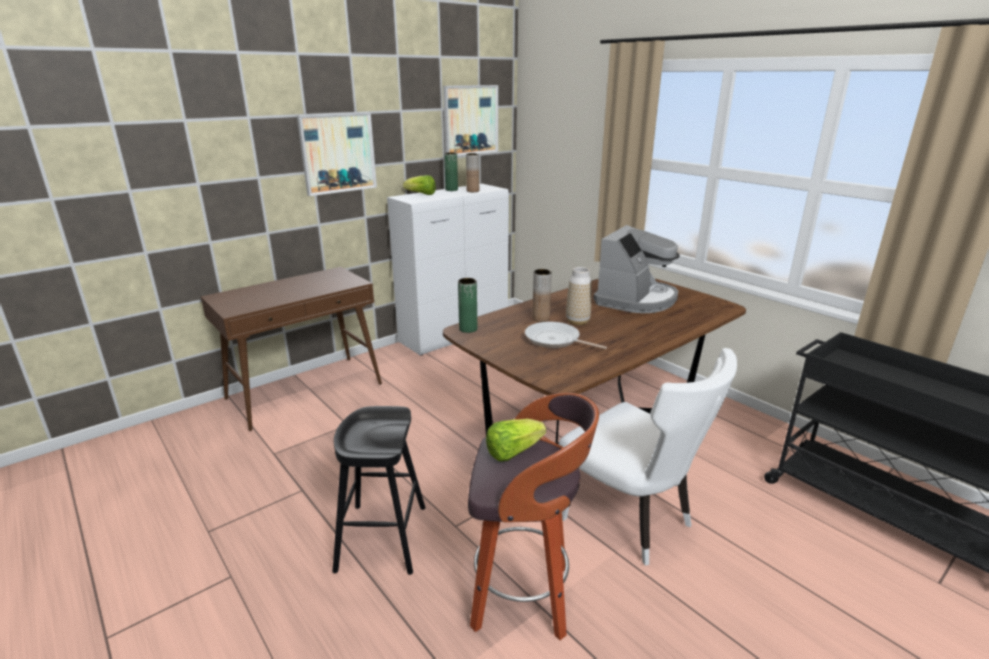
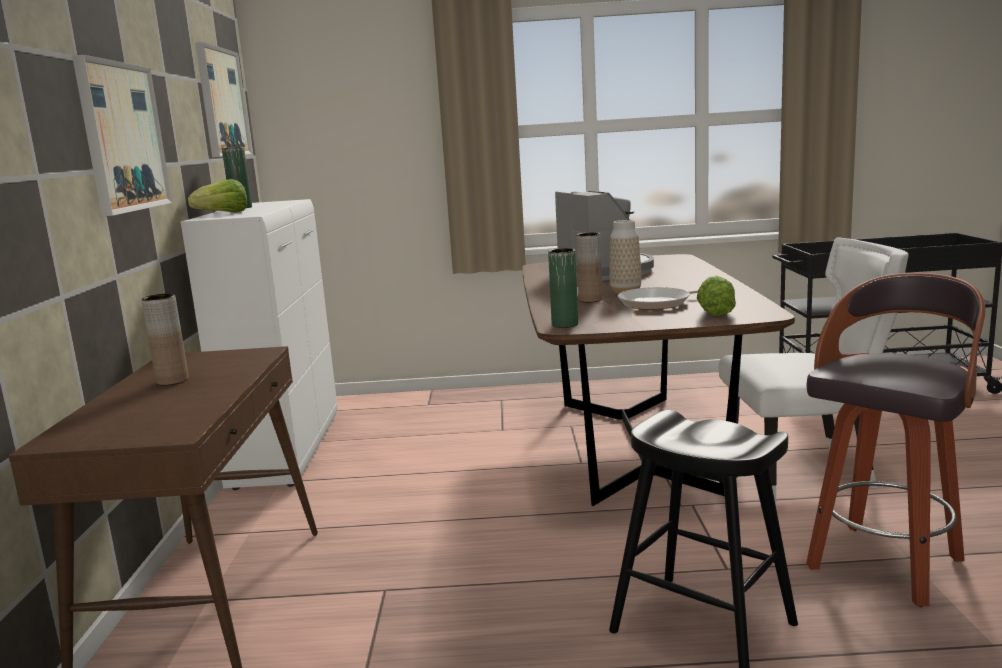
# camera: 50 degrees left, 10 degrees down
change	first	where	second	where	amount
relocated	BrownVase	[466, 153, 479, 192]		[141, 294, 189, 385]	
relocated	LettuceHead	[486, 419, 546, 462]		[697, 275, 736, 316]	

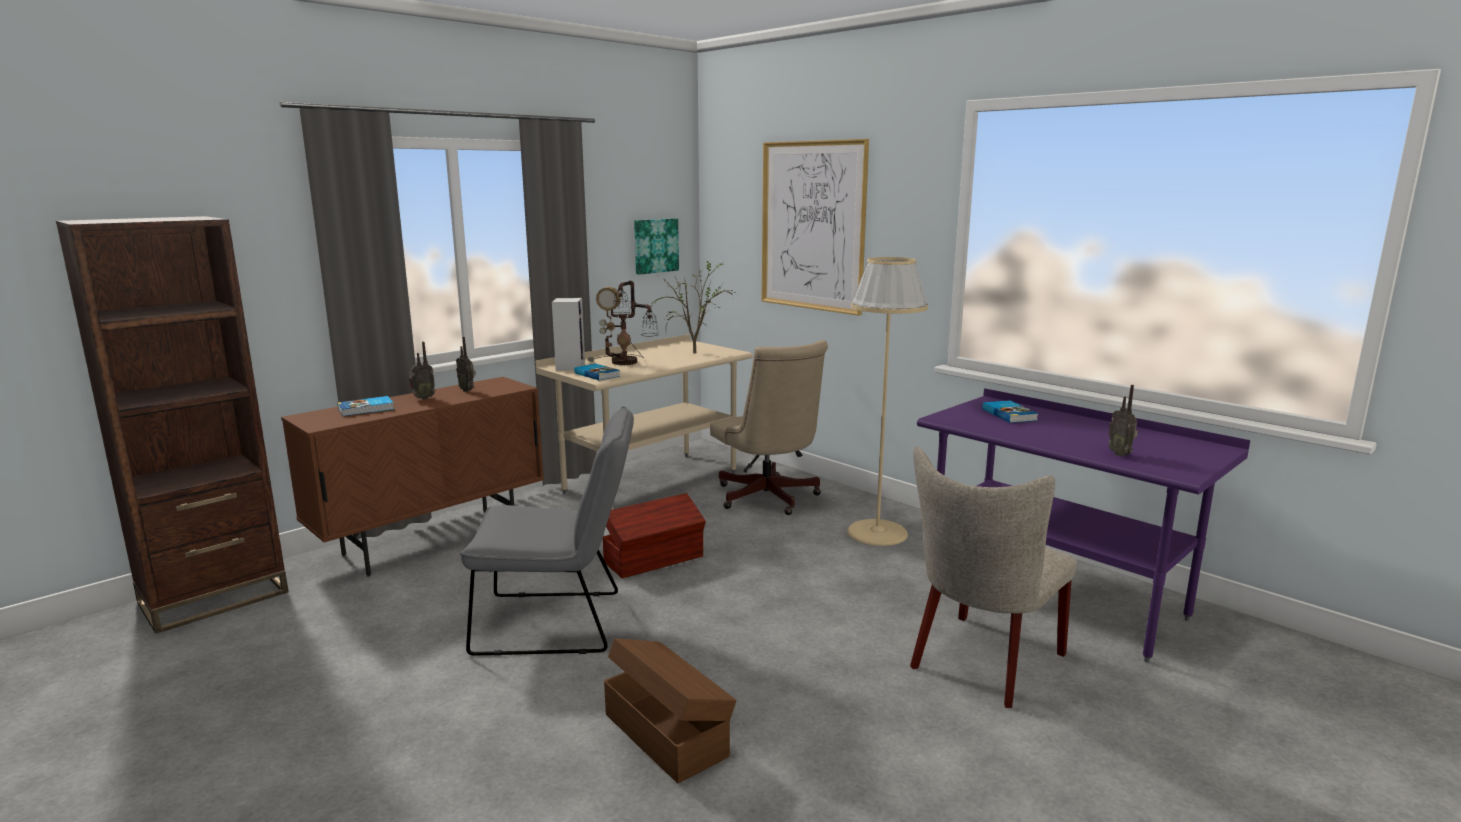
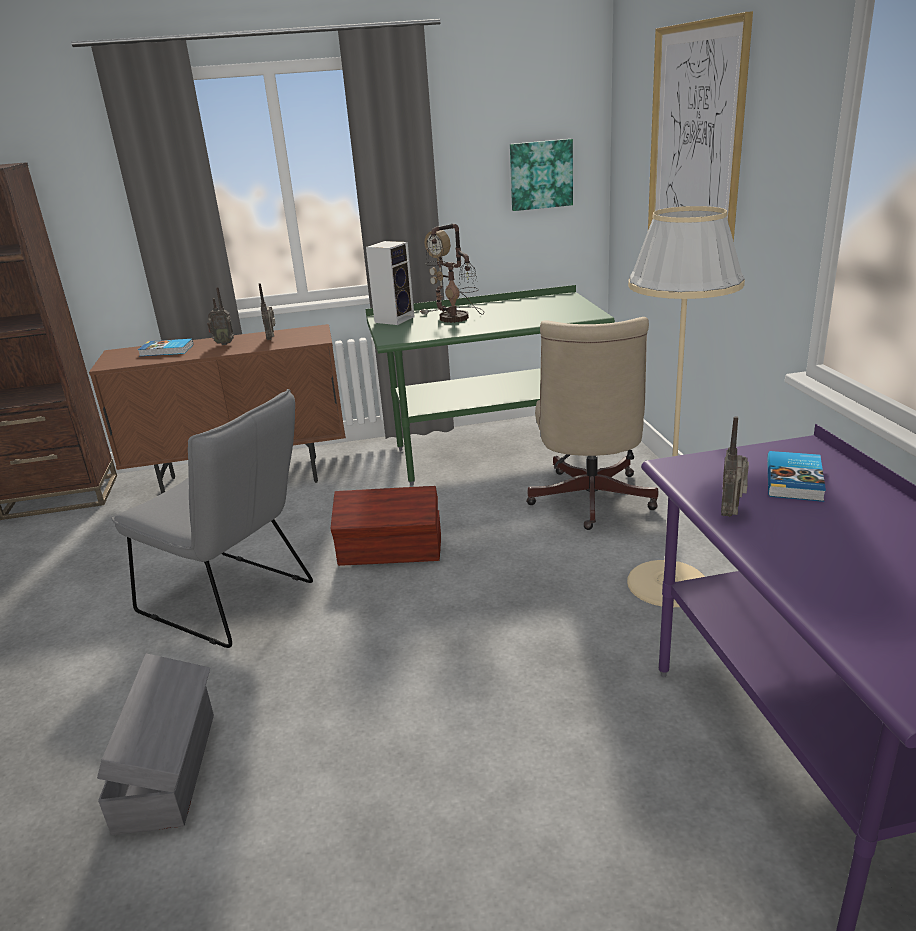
# camera: 35 degrees right, 10 degrees up
change	first	where	second	where	amount
colour	BeigeColouredDeskUnit	[535, 334, 753, 510]	GreenColouredDeskUnit	[366, 285, 615, 486]	
missing	Volume	[574, 364, 620, 381]			
colour	BrownStorageBox	[604, 638, 736, 783]	GreyStorageBox	[97, 654, 214, 835]	
missing	PottedPlant	[650, 258, 737, 353]			
missing	BeigeColouredPlainChair	[910, 446, 1077, 708]			
relocated	RadioSet	[1109, 385, 1138, 456]		[721, 416, 749, 517]	

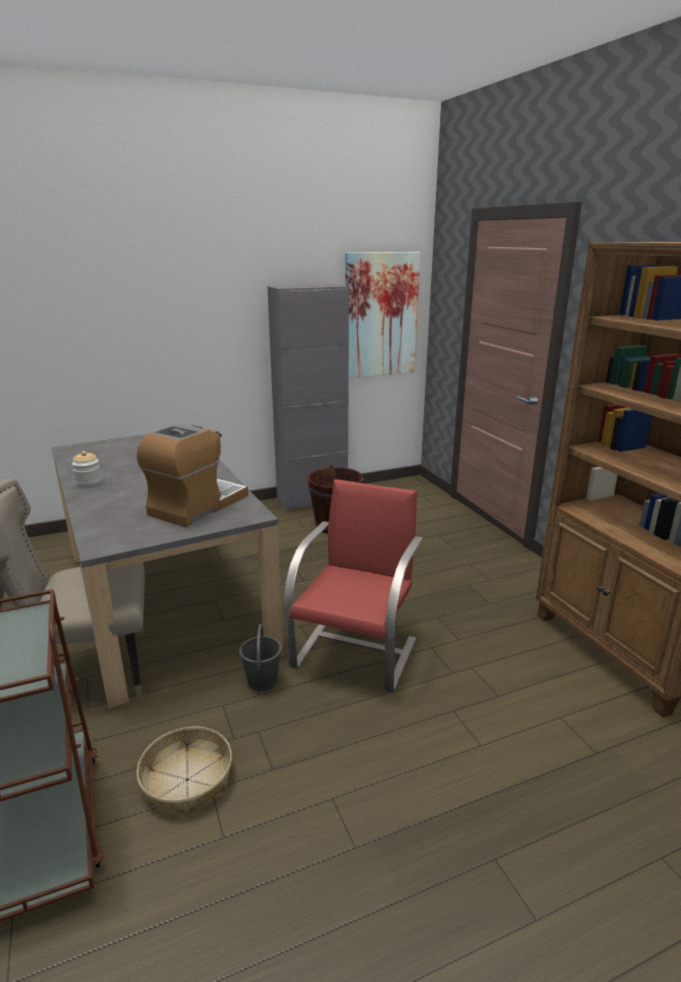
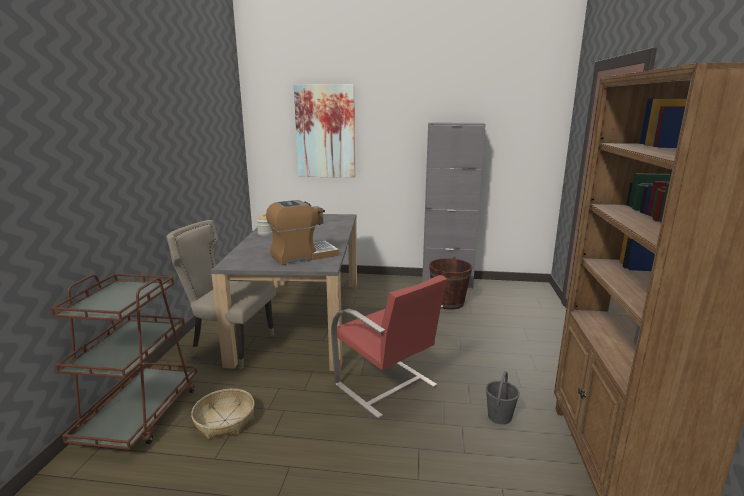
# camera: 30 degrees right, 5 degrees down
change	first	where	second	where	amount
relocated	GreyPail	[239, 624, 282, 691]		[486, 371, 520, 425]	
spun	ReddishPlainChair	[284, 479, 423, 693]		[331, 275, 447, 419]	90 degrees clockwise
relocated	Picture	[345, 252, 420, 378]		[294, 84, 355, 178]	

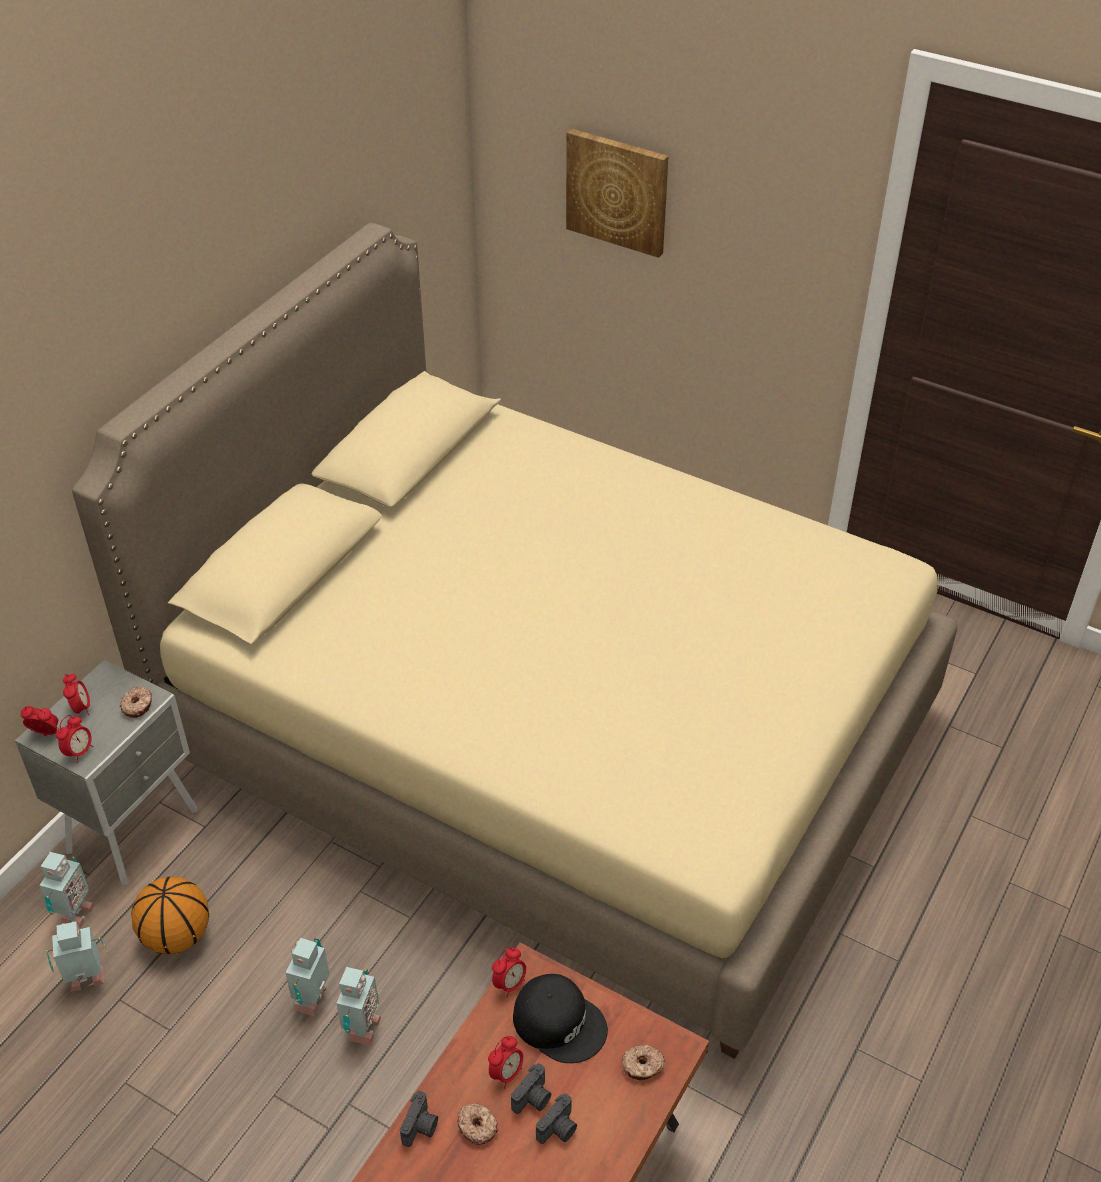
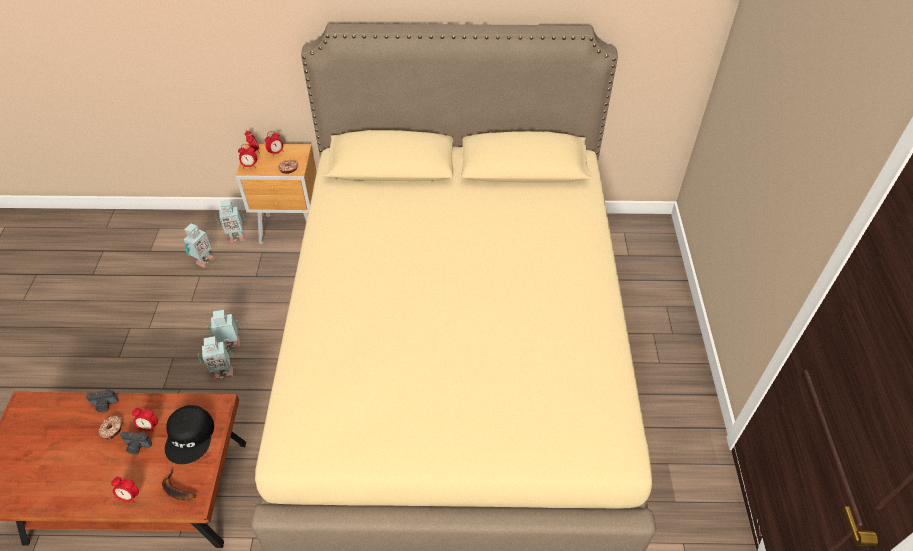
# camera: 60 degrees right, 5 degrees up
change	first	where	second	where	amount
colour	GreyNightstand	[15, 660, 198, 886]	BrownNightstand	[236, 144, 317, 244]	
spun	ModelRobot	[45, 921, 108, 992]		[184, 223, 215, 268]	75 degrees clockwise
missing	BallForBasketball	[131, 876, 209, 954]			
relocated	TableClock	[492, 948, 526, 998]		[111, 477, 139, 503]	
missing	PhotoCamera	[536, 1093, 577, 1144]			
missing	Picture	[566, 129, 669, 258]			
exchanged	RingDoughnut	[622, 1045, 665, 1081]	Banana	[162, 470, 196, 501]	

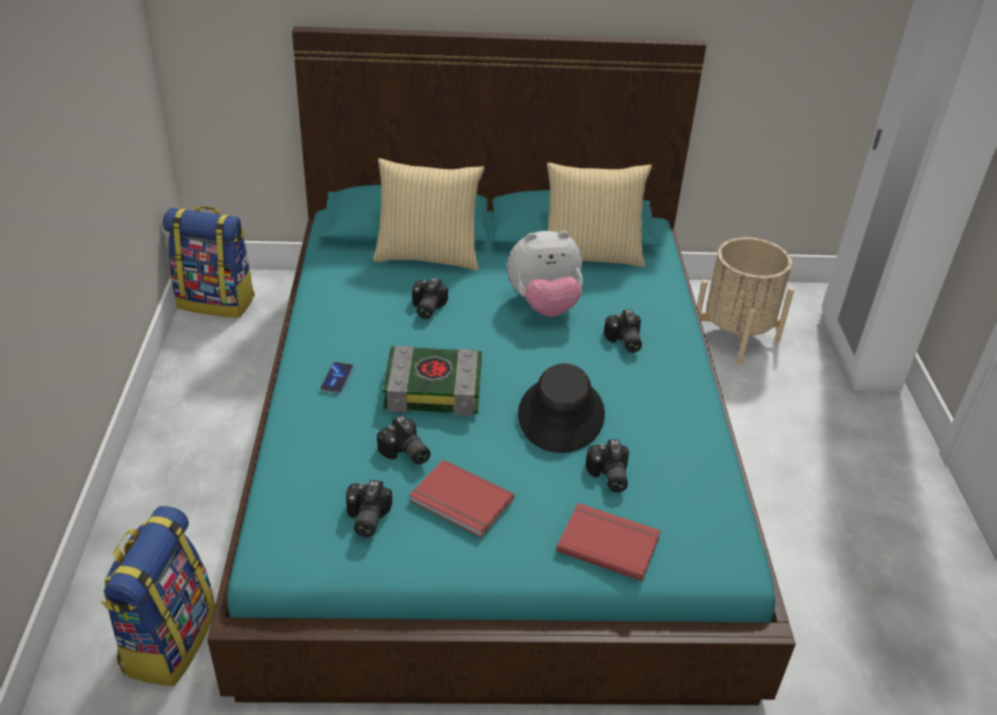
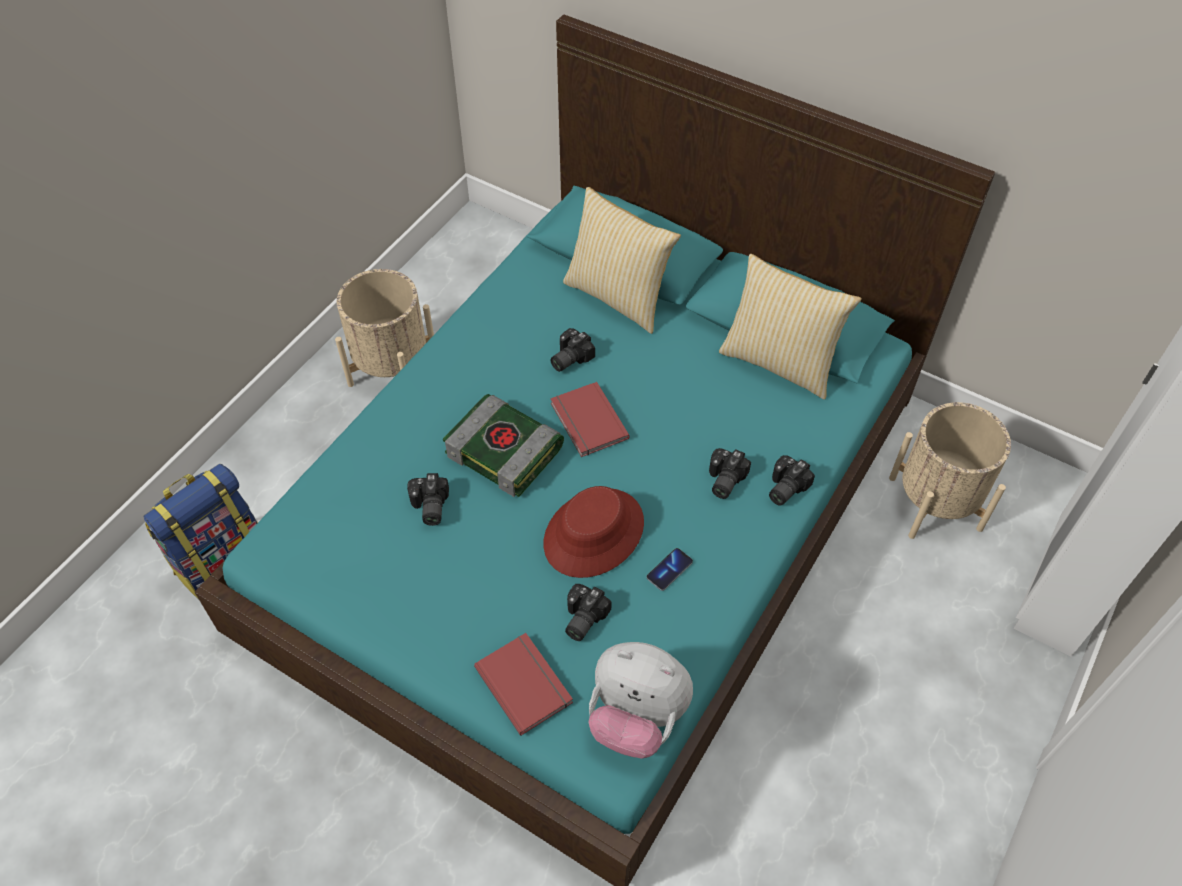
# camera: 35 degrees right, 15 degrees up
change	first	where	second	where	amount
missing	Backpack	[163, 206, 255, 317]			
relocated	Phone	[320, 362, 353, 394]		[647, 548, 693, 591]	
relocated	PhotoCamera	[346, 480, 392, 537]		[769, 455, 815, 506]	
relocated	ReddishVolume	[409, 460, 514, 538]		[550, 382, 630, 457]	
relocated	PlushToy	[507, 231, 583, 317]		[589, 642, 693, 759]	
colour	BlackColouredWearableHat	[518, 363, 605, 453]	ReddishWearableHat	[543, 486, 644, 578]	
appeared			BeigeColouredFlowerPot	[335, 269, 434, 387]	

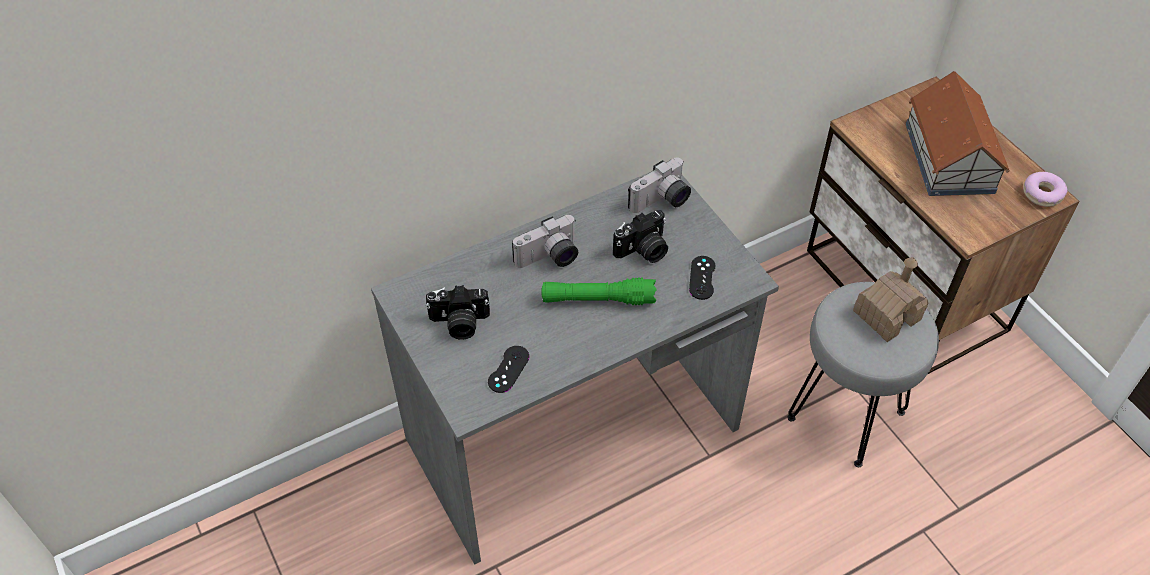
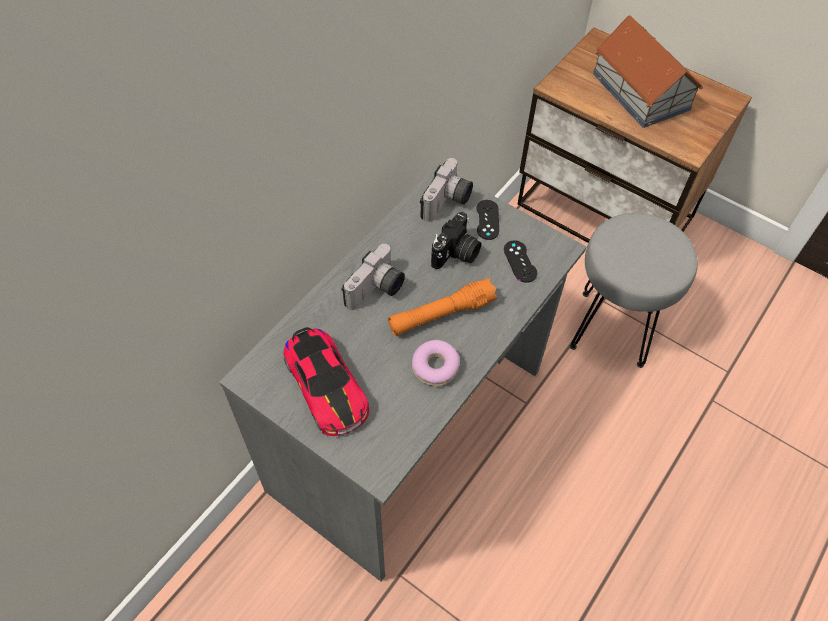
# camera: 25 degrees left, 5 degrees up
change	first	where	second	where	amount
exchanged	PhotoCamera	[426, 285, 490, 339]	ModelCar	[284, 327, 369, 436]	
relocated	BlackColouredGamepad	[488, 346, 529, 393]		[476, 200, 499, 240]	
colour	GreenColouredHandTorch	[541, 278, 656, 305]	OrangeyHandTorch	[388, 278, 498, 336]	
missing	MiniatureHouse	[853, 257, 928, 342]			
relocated	RingDoughnut	[1023, 172, 1068, 207]		[412, 340, 460, 386]	

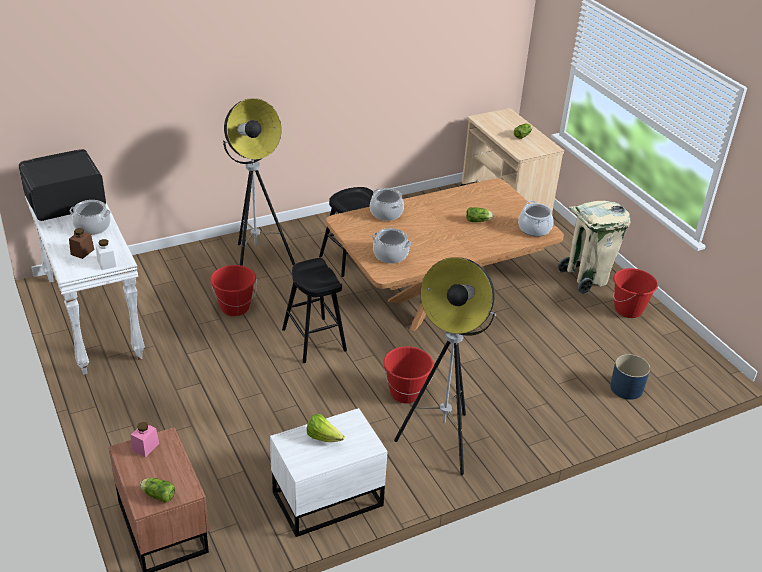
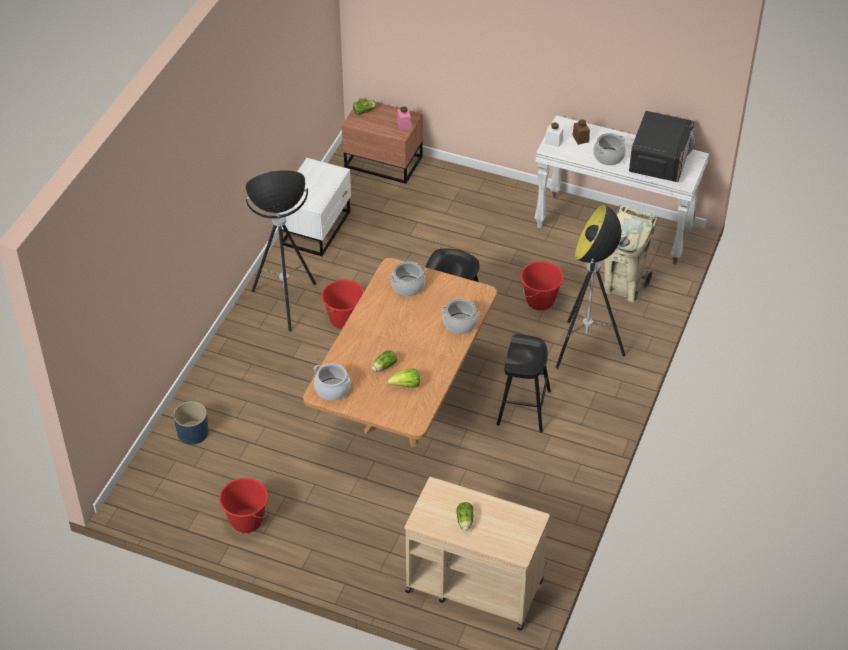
# camera: 140 degrees right, 10 degrees up
change	first	where	second	where	amount
relocated	LettuceHead	[307, 414, 345, 442]		[386, 368, 420, 388]	
relocated	BeigeColouredWasteBin	[558, 201, 630, 294]		[604, 205, 658, 302]	

